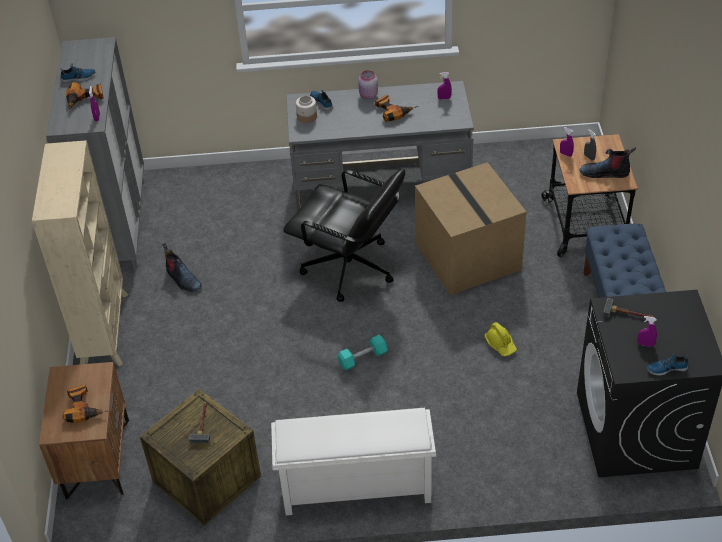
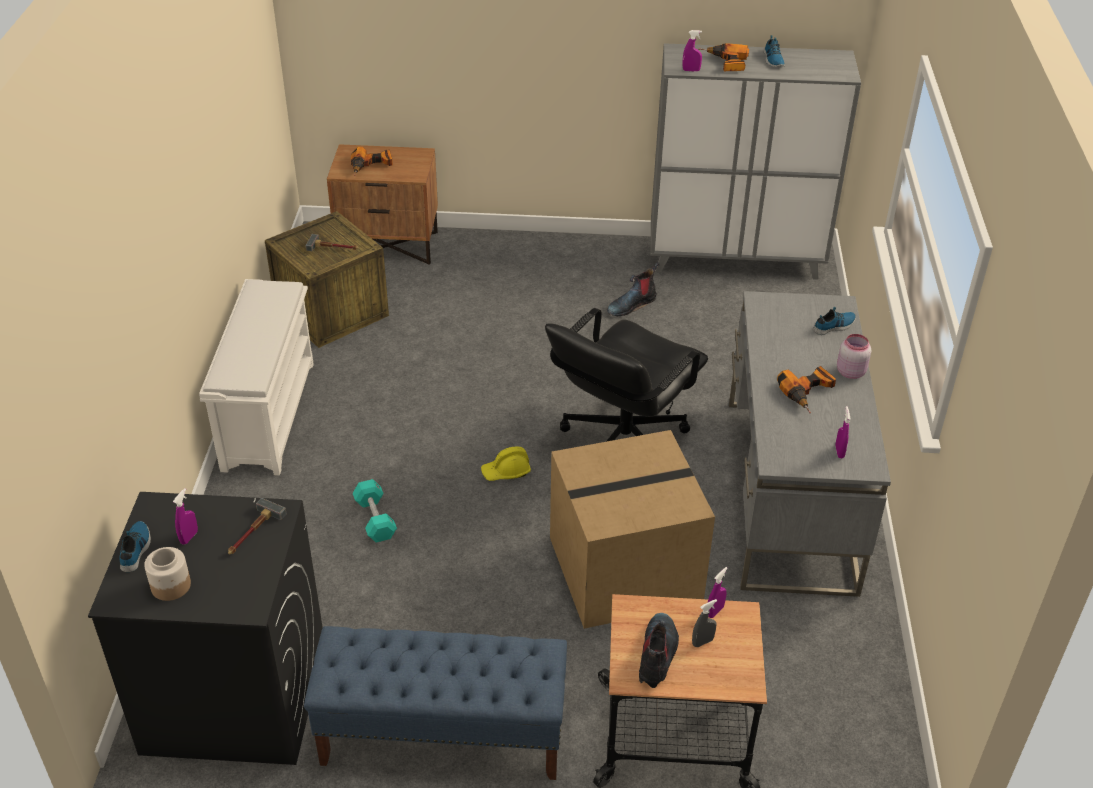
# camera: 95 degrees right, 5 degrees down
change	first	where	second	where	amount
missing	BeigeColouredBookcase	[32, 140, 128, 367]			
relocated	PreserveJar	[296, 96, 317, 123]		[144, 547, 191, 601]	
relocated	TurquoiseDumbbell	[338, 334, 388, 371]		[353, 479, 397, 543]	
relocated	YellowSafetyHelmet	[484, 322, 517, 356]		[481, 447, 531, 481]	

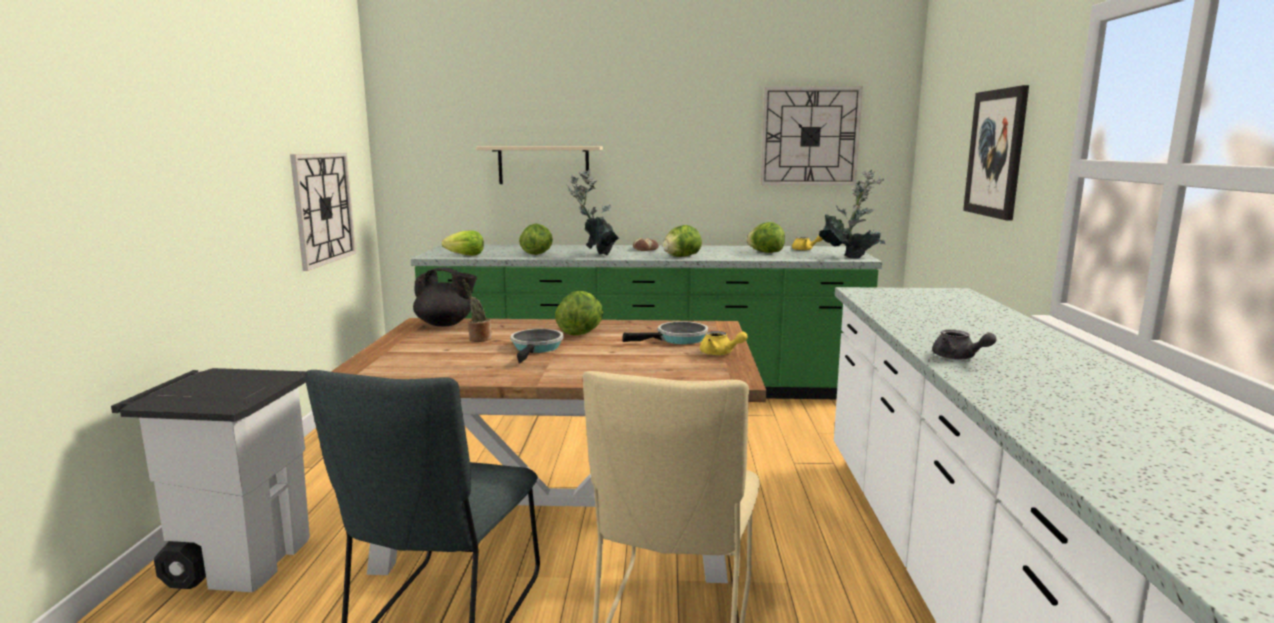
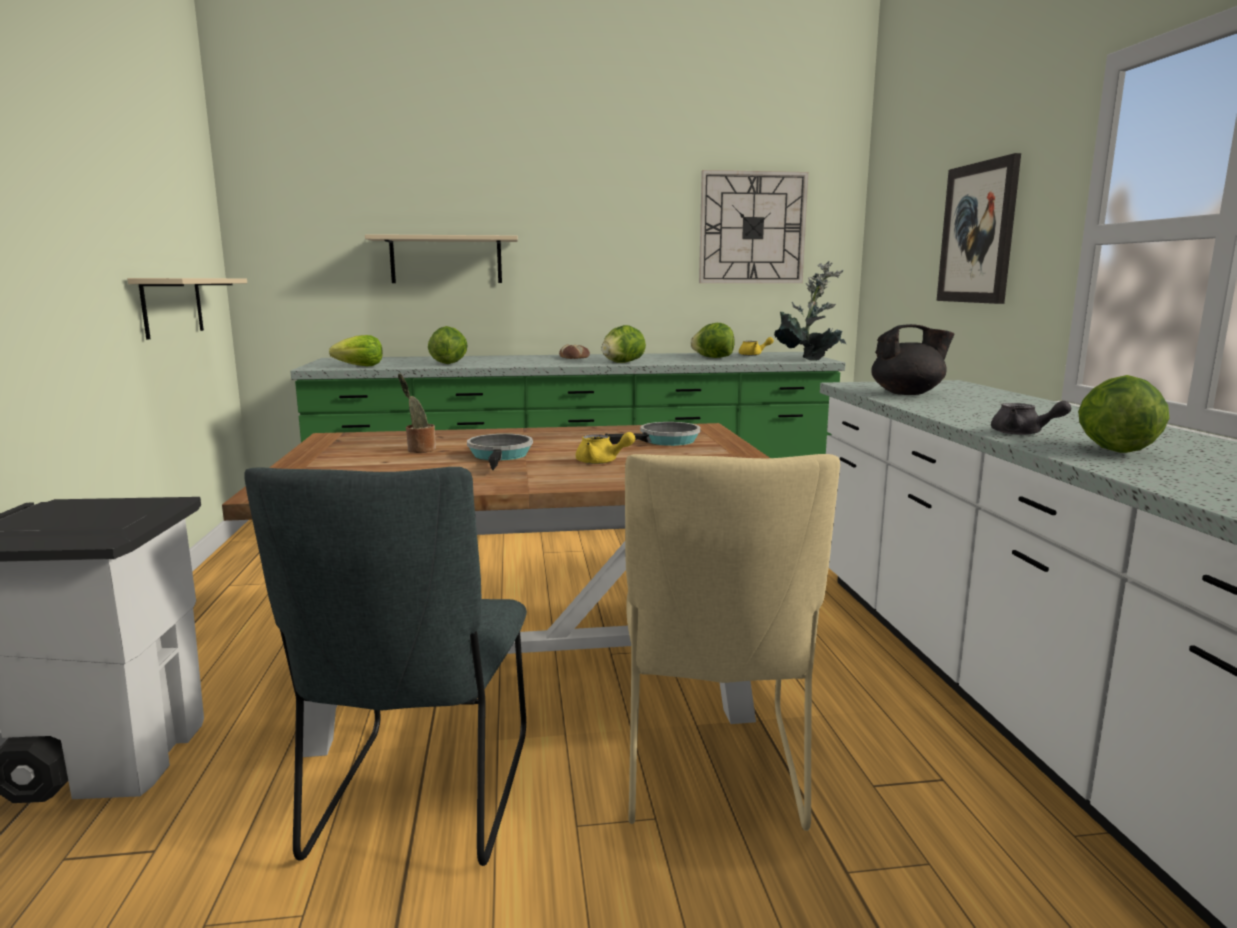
# camera: 10 degrees left, 0 degrees up
change	first	where	second	where	amount
exchanged	ClockOnTheWall	[290, 153, 356, 271]	BeigeColouredShelf	[127, 278, 247, 340]	
relocated	BlackColouredTeapot	[413, 267, 477, 326]		[871, 324, 954, 395]	
relocated	LettuceHead	[555, 291, 603, 335]		[1078, 375, 1169, 453]	
missing	PottedPlant	[566, 169, 620, 255]			
relocated	YellowTeapot	[700, 331, 748, 355]		[576, 432, 635, 464]	

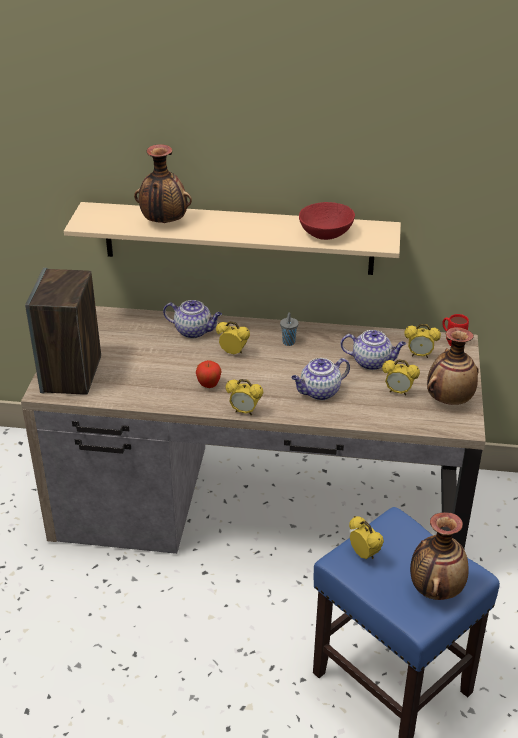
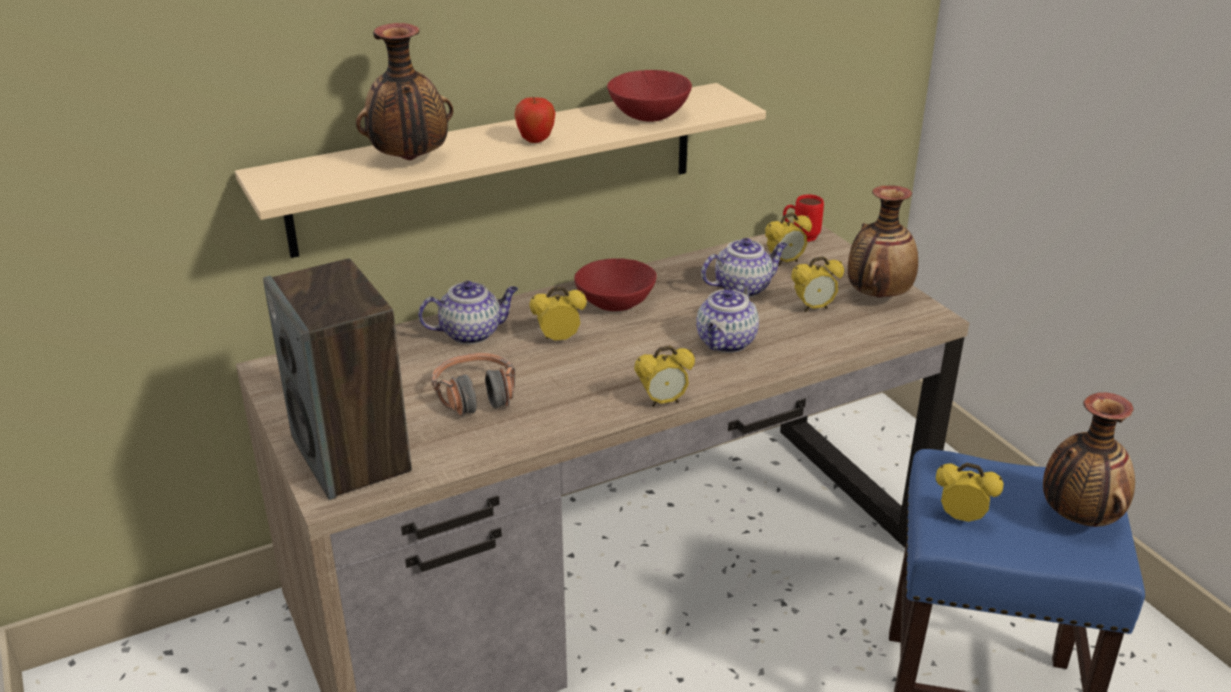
# camera: 35 degrees left, 5 degrees down
change	first	where	second	where	amount
relocated	Apple	[196, 360, 222, 388]		[515, 97, 555, 143]	
exchanged	GreyDrinkingCup	[280, 312, 299, 346]	ReddishServingBowl	[574, 258, 657, 311]	
appeared			PairOfHeadphones	[431, 353, 515, 416]	

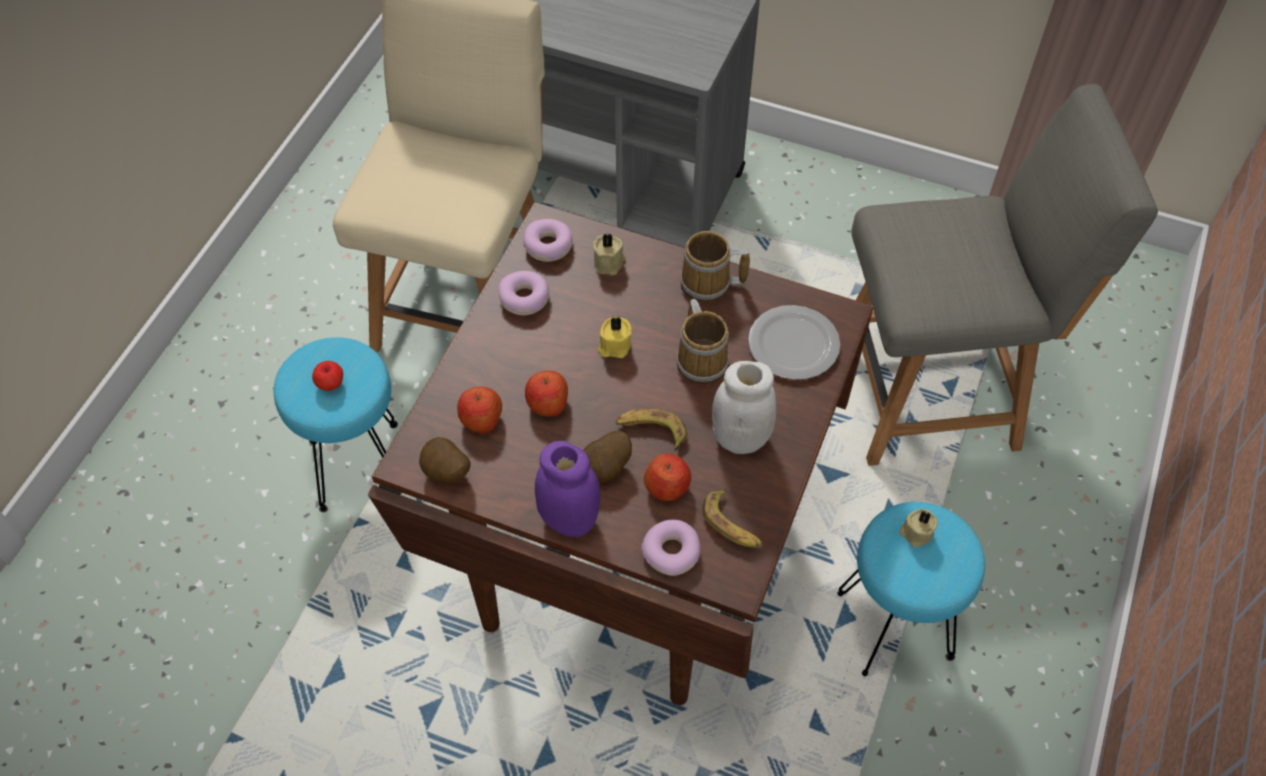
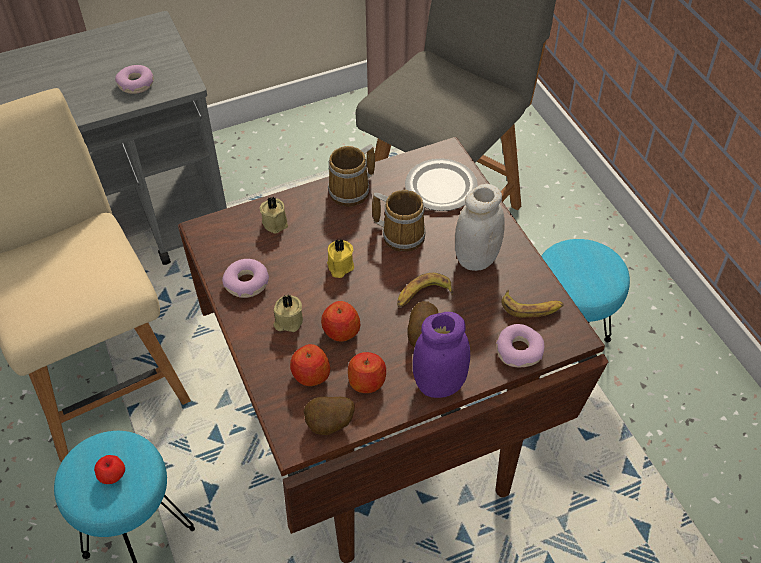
# camera: 45 degrees left, 5 degrees down
change	first	where	second	where	amount
relocated	RingDoughnut	[523, 219, 573, 262]		[115, 65, 154, 94]	
relocated	Apple	[644, 454, 691, 501]		[348, 352, 386, 393]	
relocated	BeigeColouredWaxCandle	[899, 509, 938, 547]		[273, 294, 303, 332]	

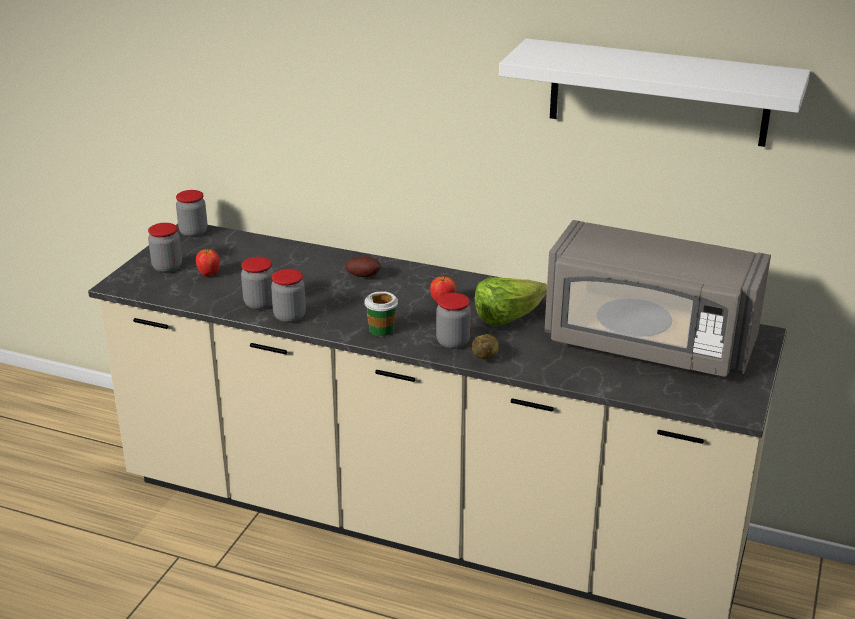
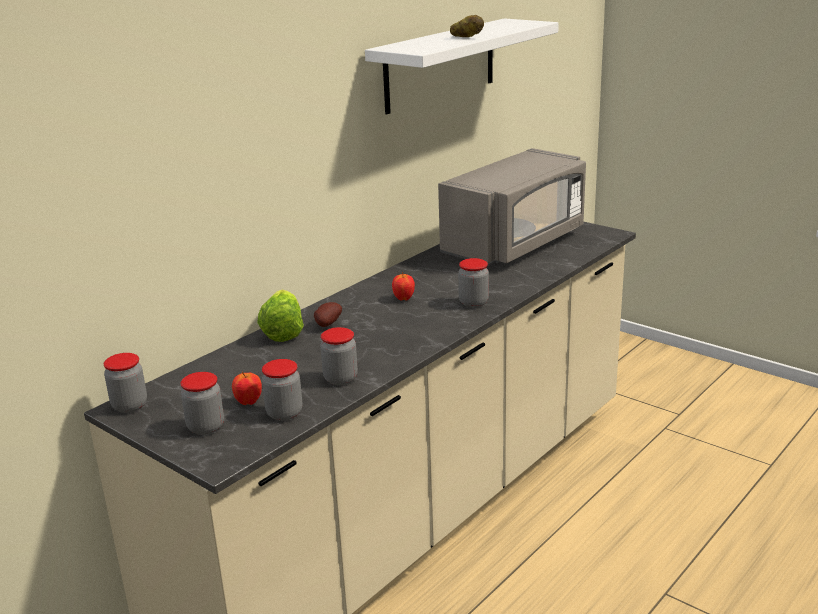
# camera: 70 degrees left, 5 degrees down
change	first	where	second	where	amount
relocated	PreserveJar	[271, 269, 306, 323]		[262, 359, 302, 421]	
missing	DrinkingCup	[364, 291, 398, 336]			
relocated	Spud	[472, 334, 499, 360]		[450, 15, 484, 37]	
relocated	LettuceHead	[475, 277, 547, 326]		[257, 289, 304, 342]	

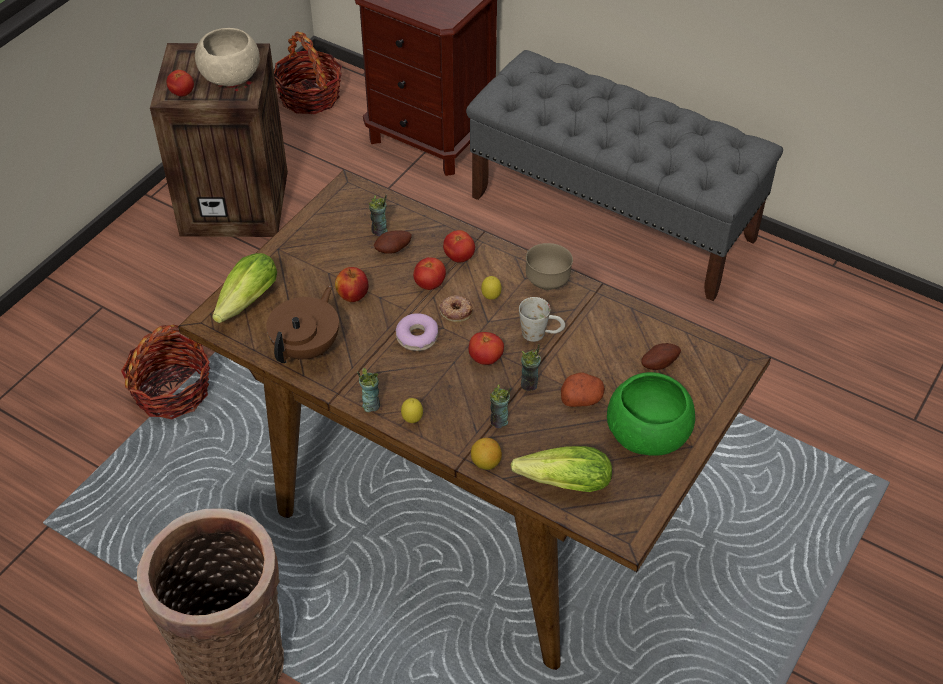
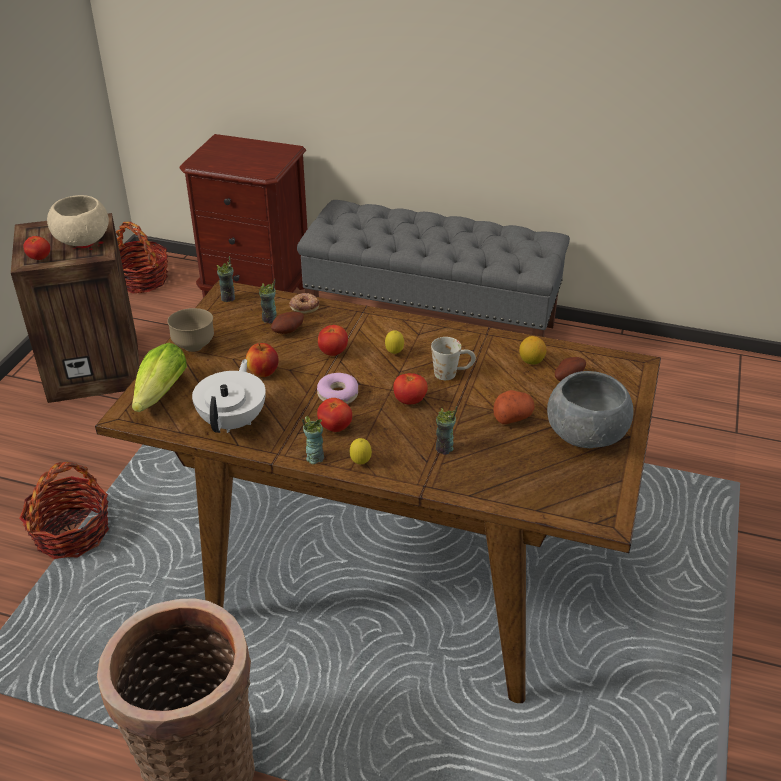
# camera: 15 degrees left, 10 degrees down
change	first	where	second	where	amount
colour	BrownTeapot	[266, 286, 339, 363]	WhiteTeapot	[192, 359, 266, 433]	
relocated	RingDoughnut	[439, 295, 473, 322]		[289, 293, 319, 314]	
relocated	FreshTomato	[443, 230, 475, 263]		[317, 398, 352, 432]	
relocated	CitrusFruit	[471, 438, 502, 470]		[519, 336, 546, 364]	
missing	LettuceHead	[511, 446, 612, 492]			
relocated	DrinkingCup	[521, 344, 541, 391]		[216, 256, 235, 302]	
relocated	BrownServingBowl	[526, 243, 573, 290]		[167, 308, 214, 352]	
colour	GreenColouredServingBowl	[607, 372, 695, 456]	GreyServingBowl	[547, 371, 634, 448]	

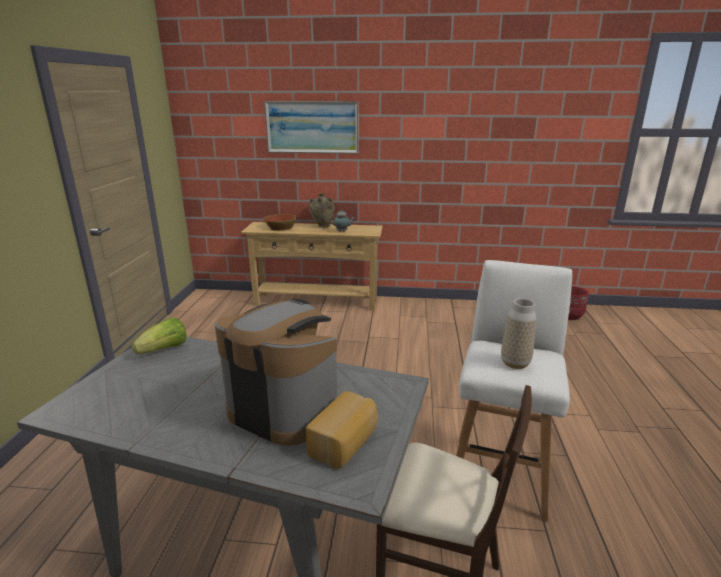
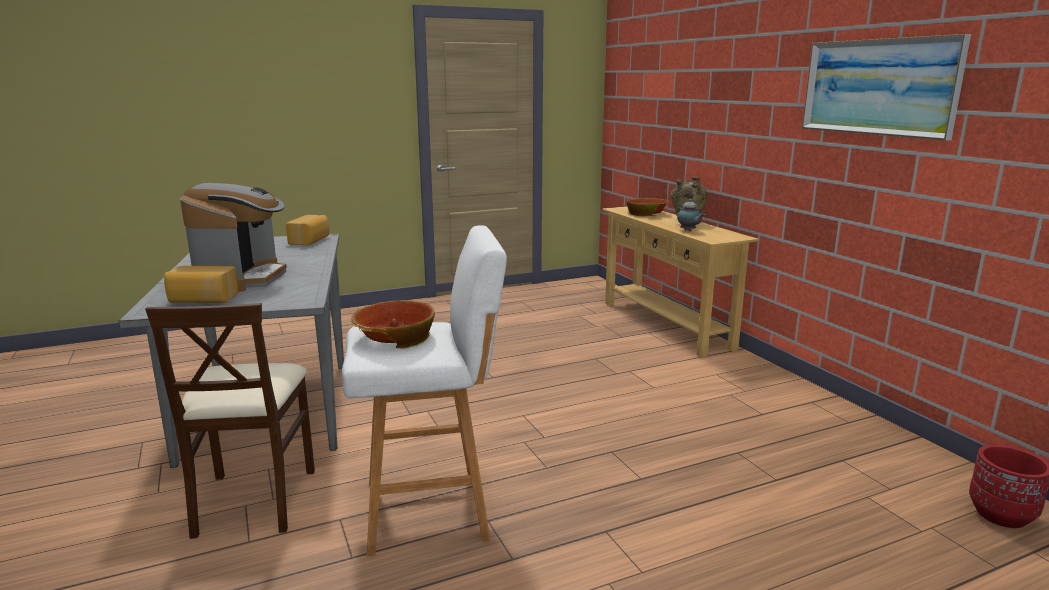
# camera: 60 degrees right, 5 degrees down
change	first	where	second	where	amount
exchanged	LettuceHead	[132, 318, 187, 354]	Bread	[286, 215, 330, 246]	
relocated	Picture	[264, 101, 359, 154]		[802, 34, 971, 141]	
exchanged	Vase	[501, 298, 536, 369]	ServingBowl	[351, 300, 435, 349]	

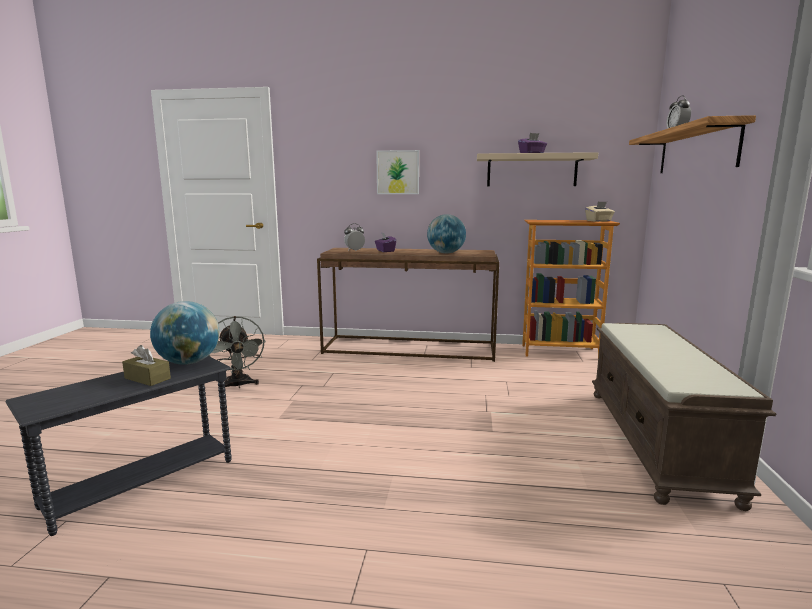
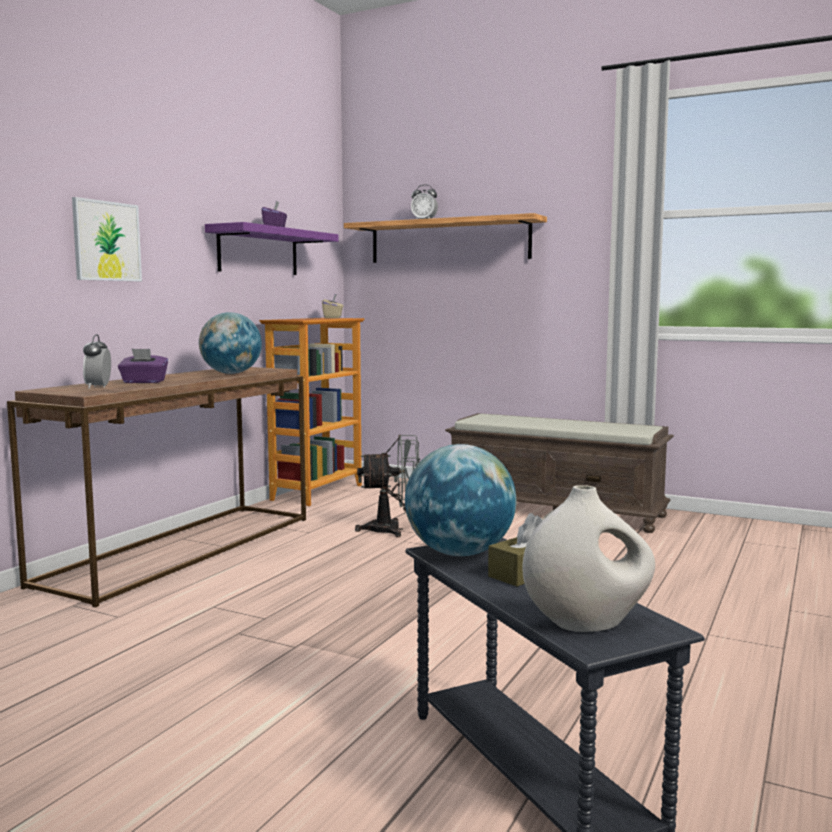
# camera: 70 degrees left, 5 degrees down
change	first	where	second	where	amount
relocated	GreyCoolingFan	[209, 316, 266, 388]		[355, 435, 420, 537]	
colour	BeigeColouredShelf	[477, 152, 598, 186]	PurpleColouredShelf	[205, 222, 339, 275]	
appeared			WhiteVase	[523, 485, 655, 632]	

